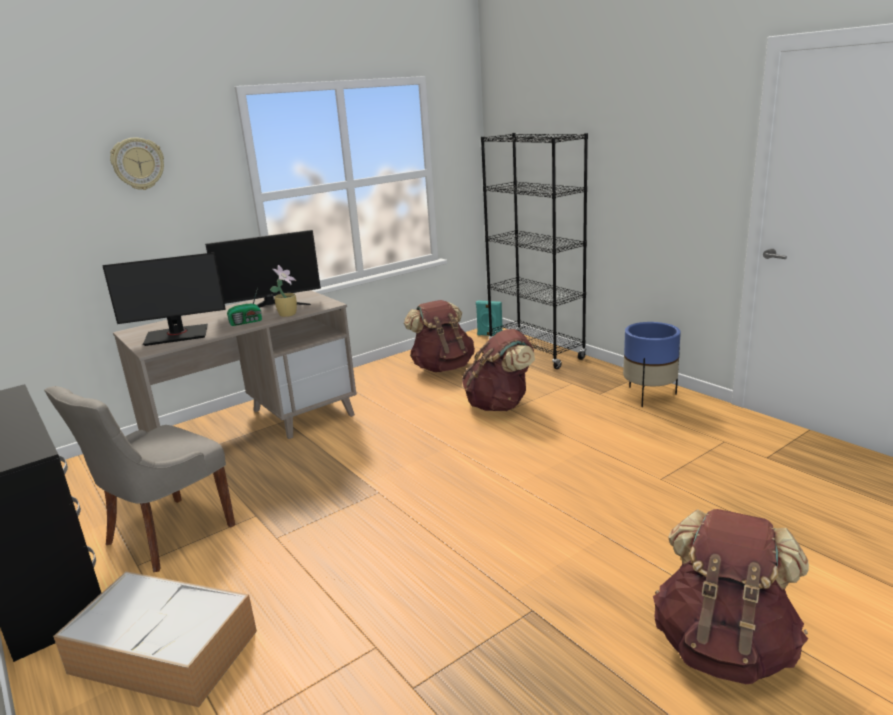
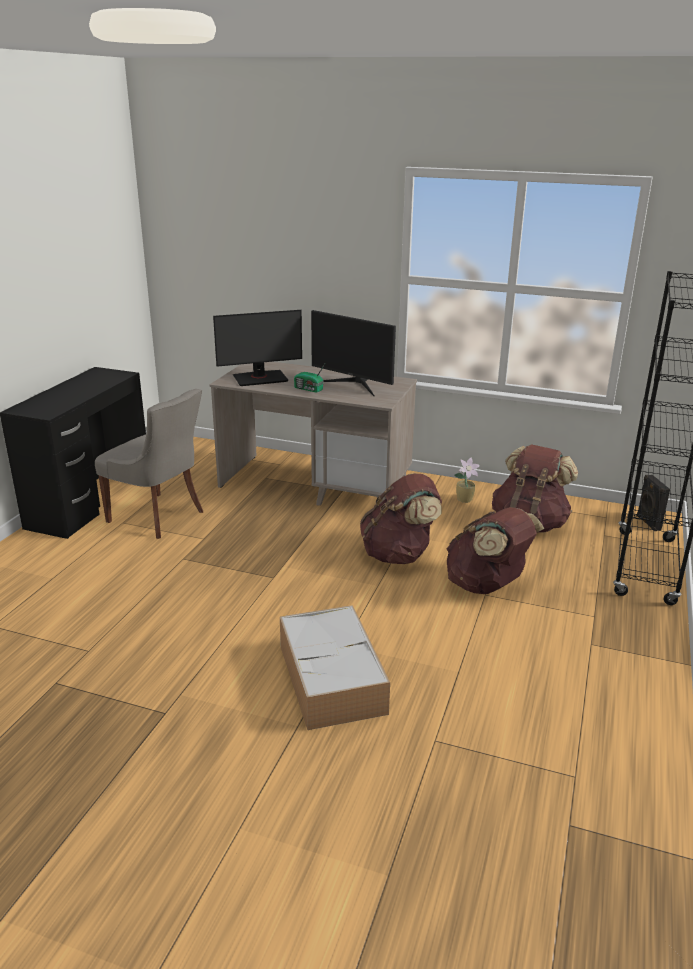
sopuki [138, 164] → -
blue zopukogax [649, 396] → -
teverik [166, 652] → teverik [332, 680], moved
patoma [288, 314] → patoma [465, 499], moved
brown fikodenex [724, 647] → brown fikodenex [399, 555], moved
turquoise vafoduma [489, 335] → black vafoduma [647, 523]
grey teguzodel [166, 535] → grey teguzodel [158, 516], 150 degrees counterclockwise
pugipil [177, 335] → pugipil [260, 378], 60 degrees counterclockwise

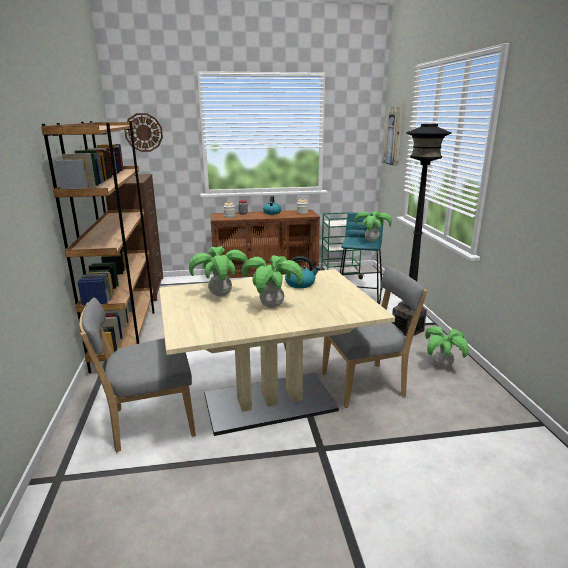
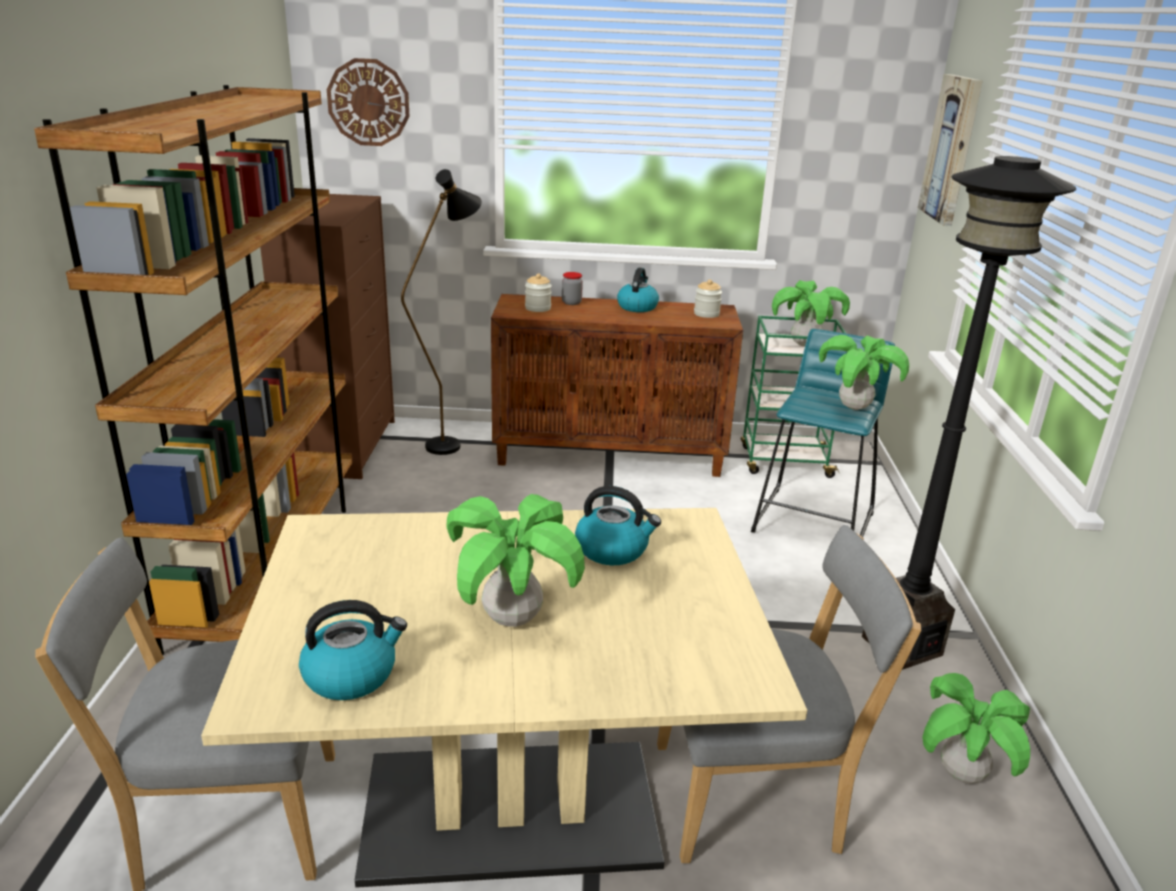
- → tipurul [351, 674]
- → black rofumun [452, 442]
patoma [220, 295] → patoma [804, 344], moved

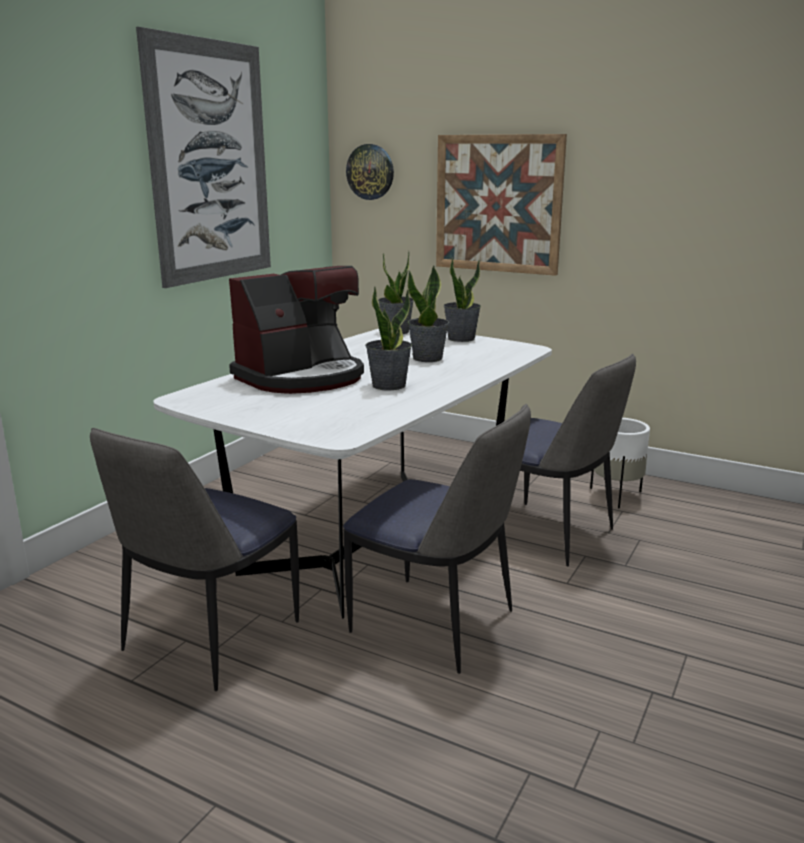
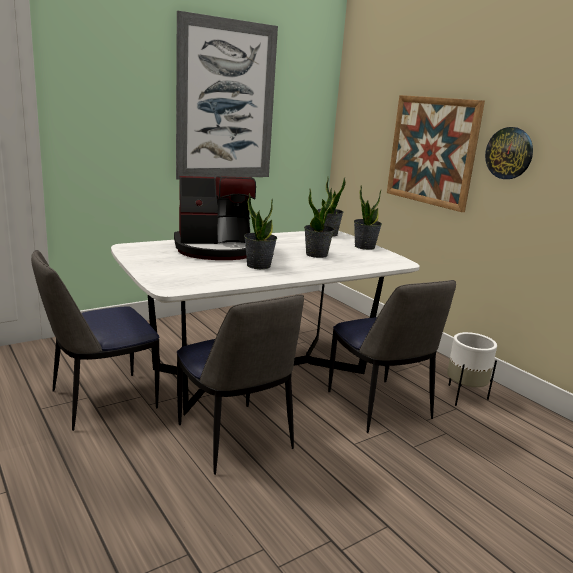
sopuki [370, 172] → sopuki [509, 153], moved

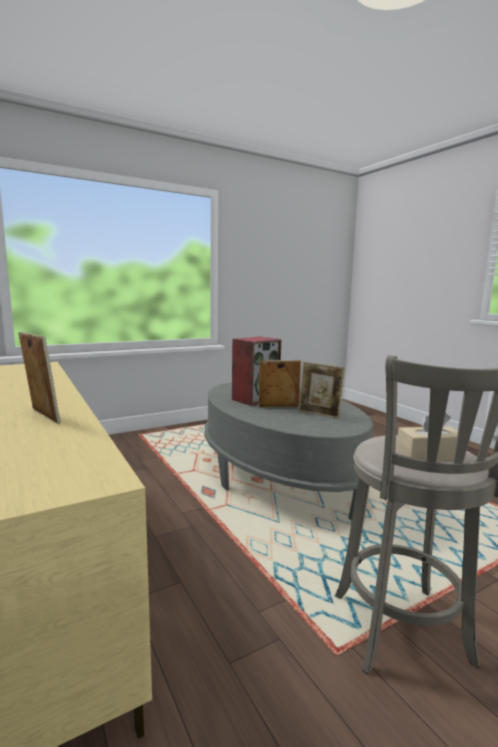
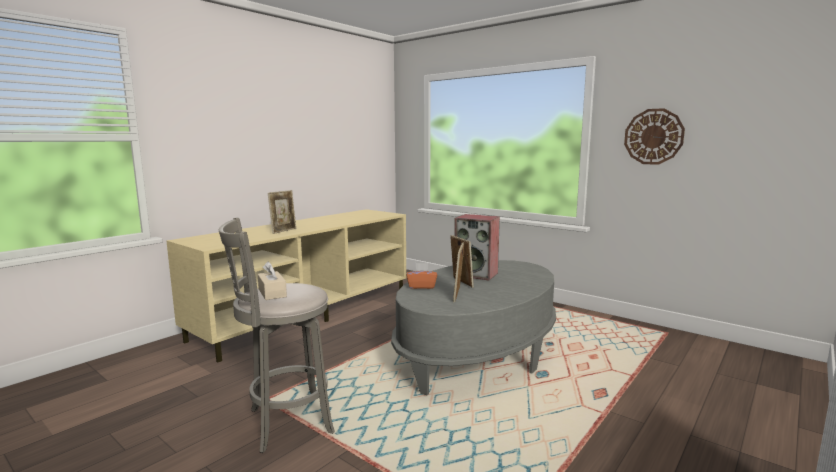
- → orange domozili [421, 286]
- → sopuki [653, 136]

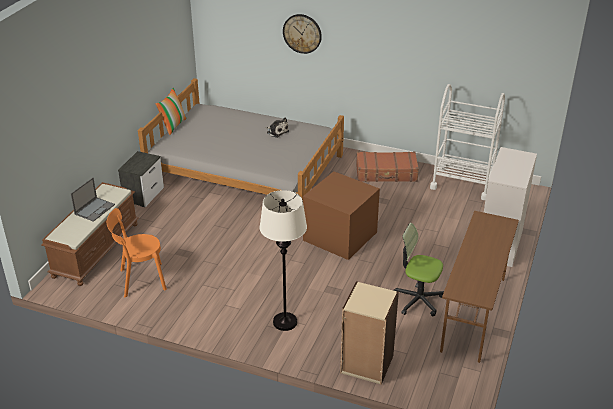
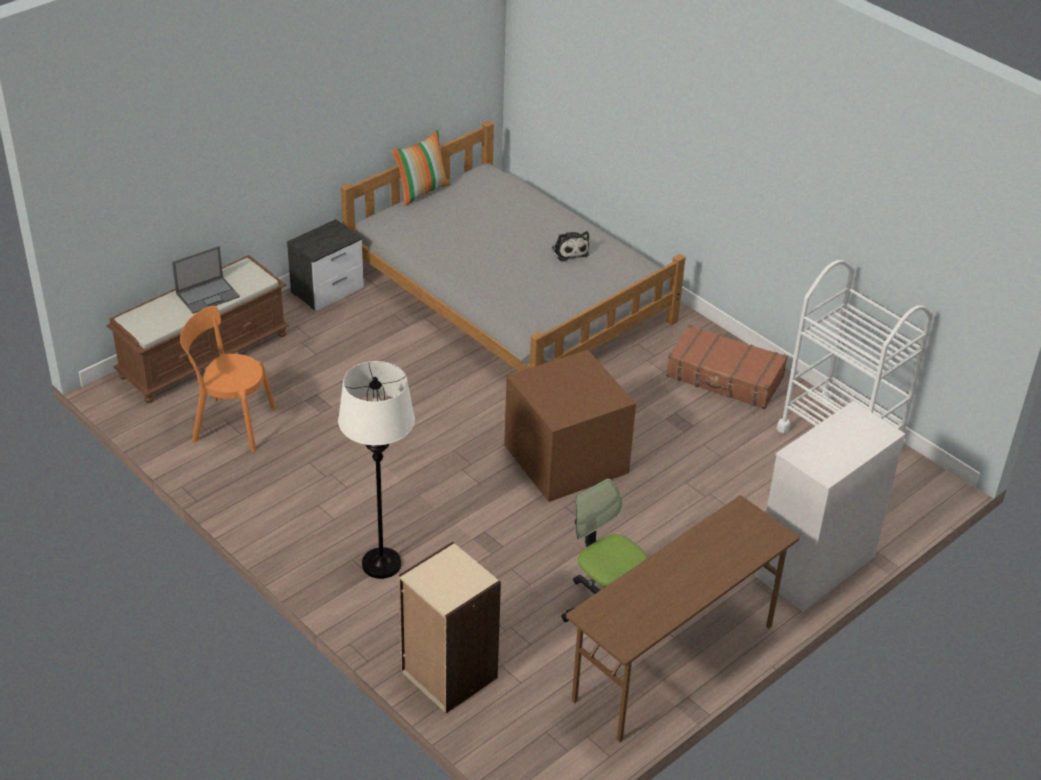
sopuki [302, 33] → -

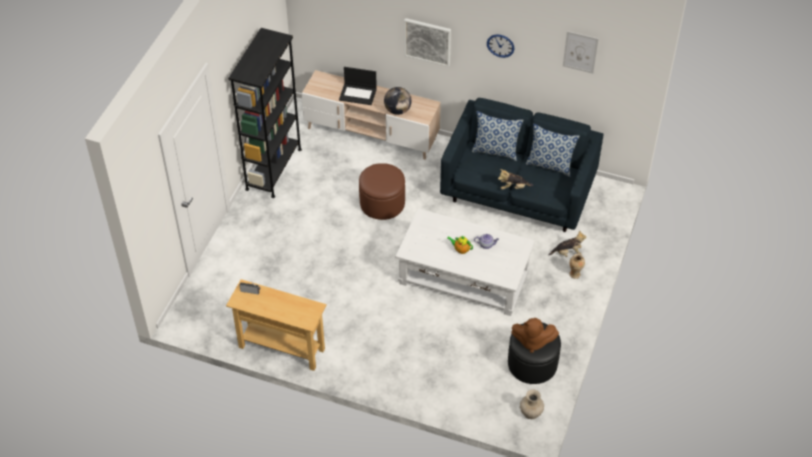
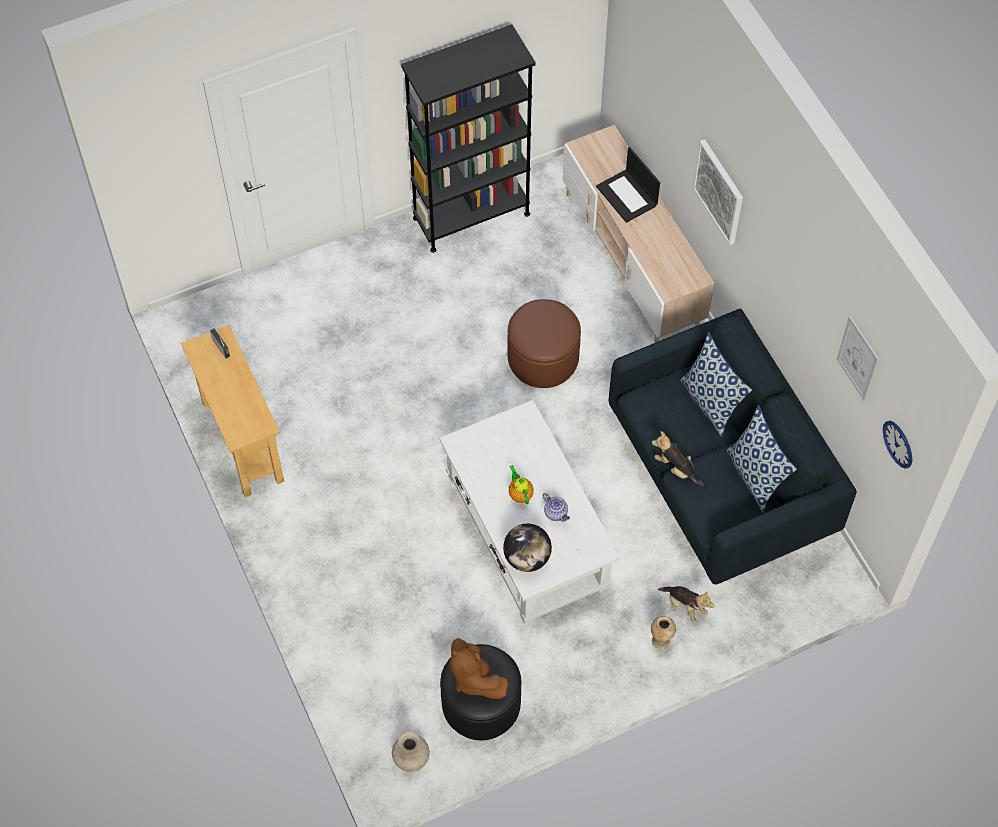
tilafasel [397, 110] → tilafasel [527, 558], moved
sopuki [500, 45] → sopuki [898, 444], moved

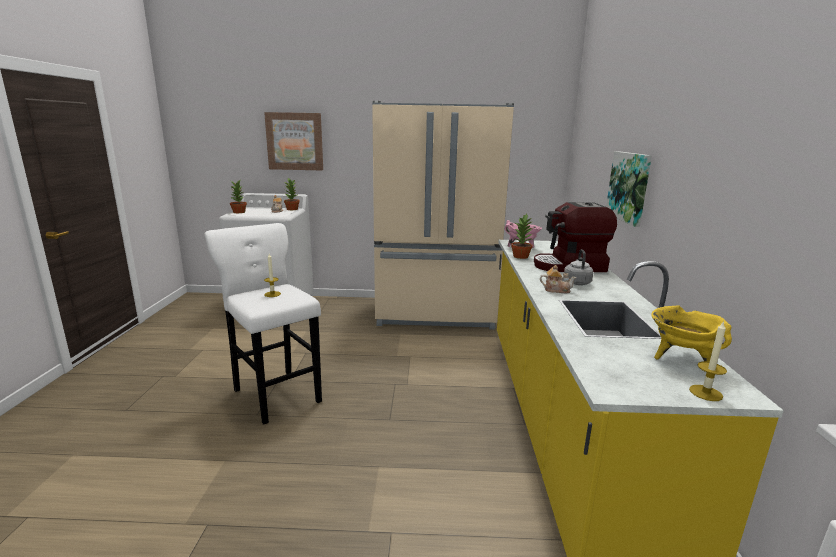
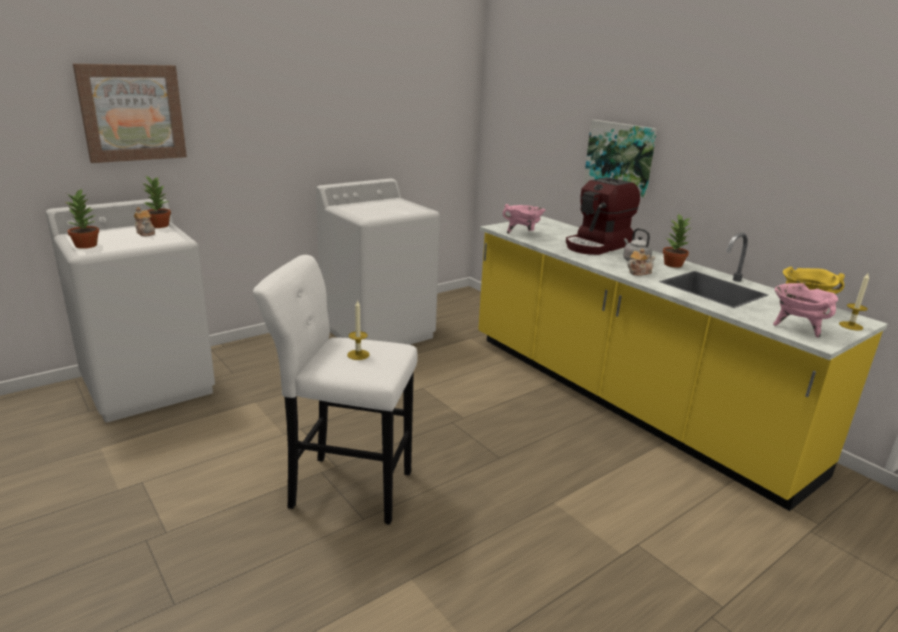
- → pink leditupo [797, 328]
patoma [521, 256] → patoma [673, 264], moved
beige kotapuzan [436, 314] → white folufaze [378, 332]

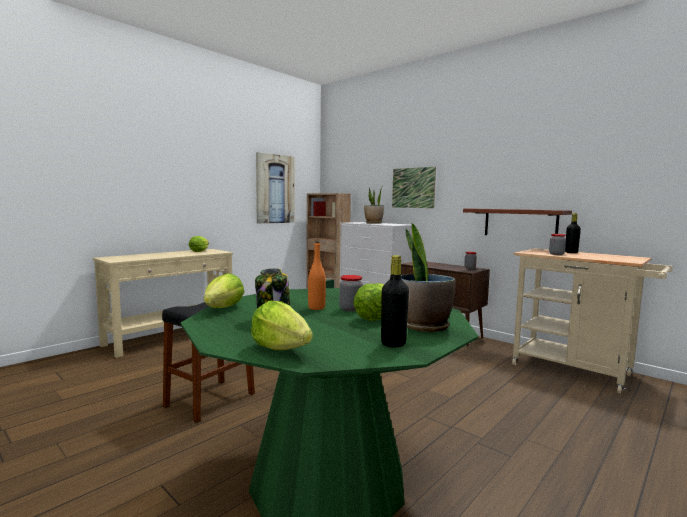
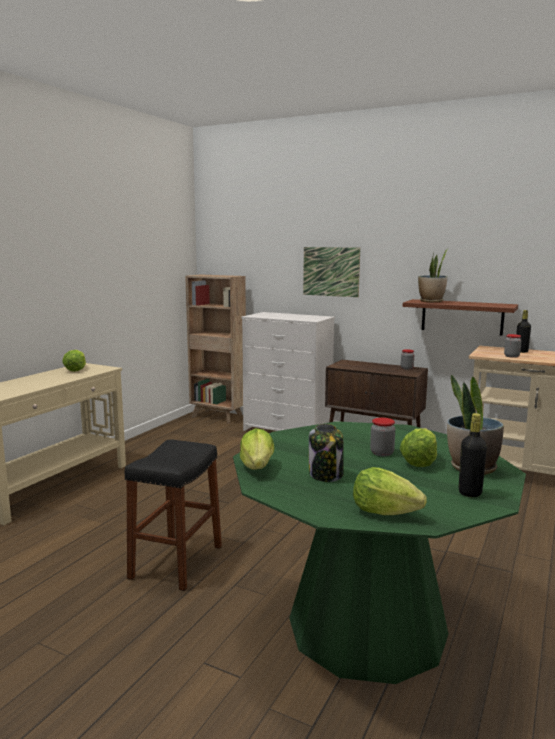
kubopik [274, 189] → -
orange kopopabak [316, 308] → -
patoma [373, 223] → patoma [431, 301], moved

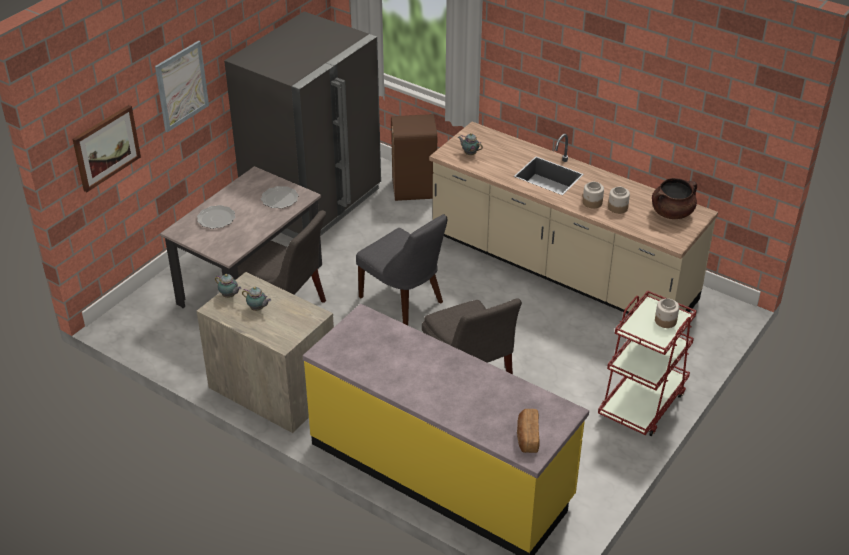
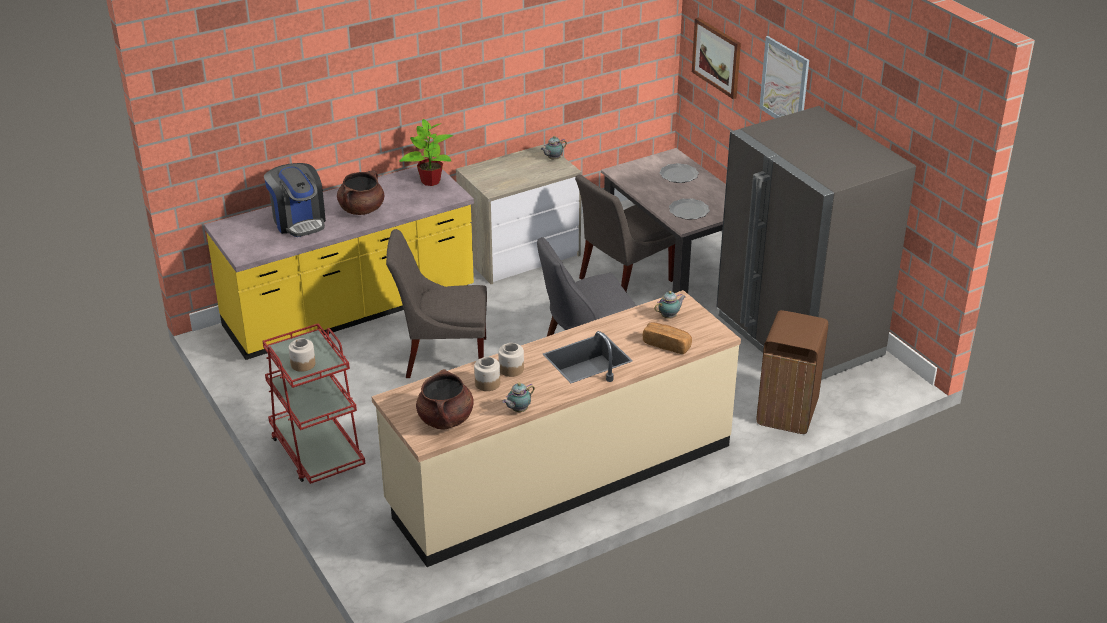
- → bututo [299, 221]
- → brown leditupo [362, 209]
- → patoma [430, 181]
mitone [258, 309] → mitone [518, 410], moved
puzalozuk [527, 437] → puzalozuk [667, 345], moved

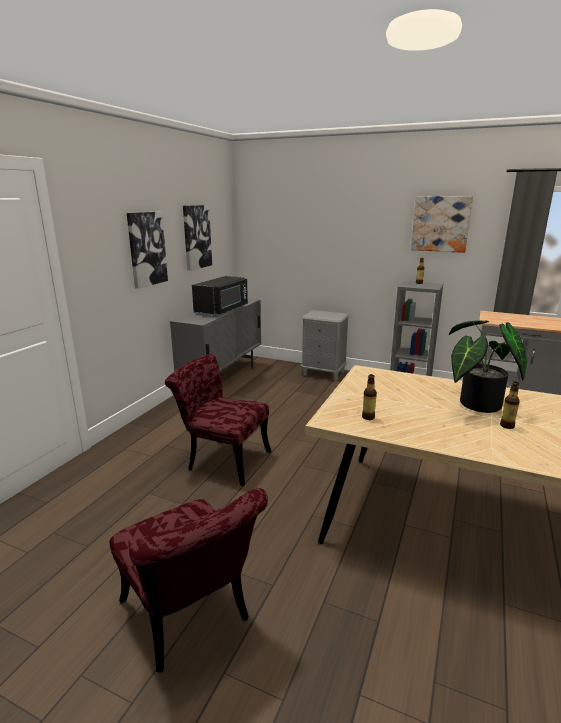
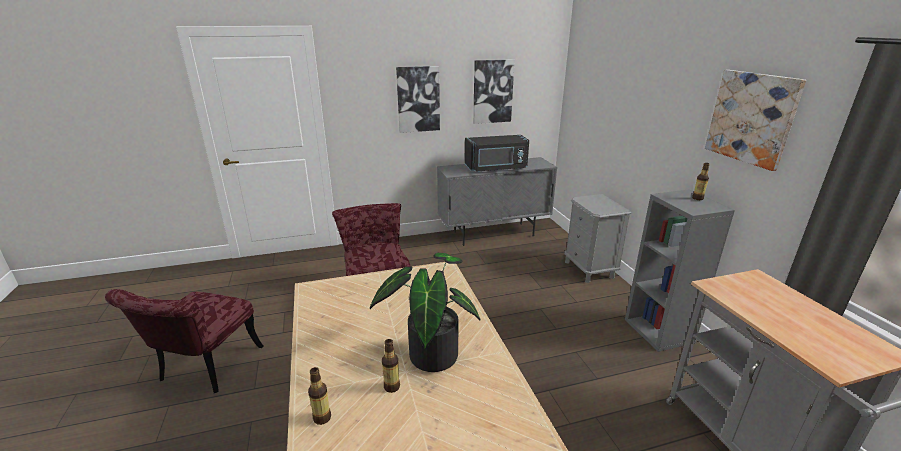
kopopabak [368, 417] → kopopabak [322, 418], moved

